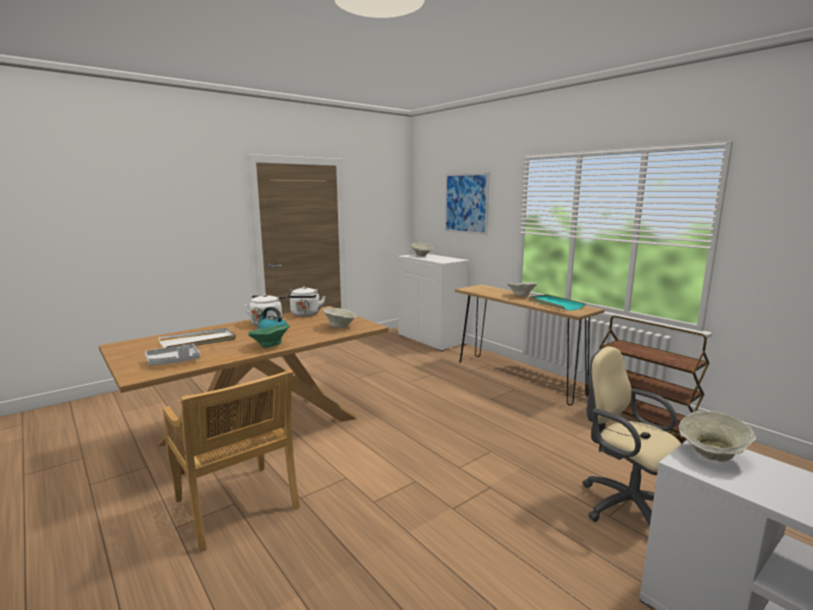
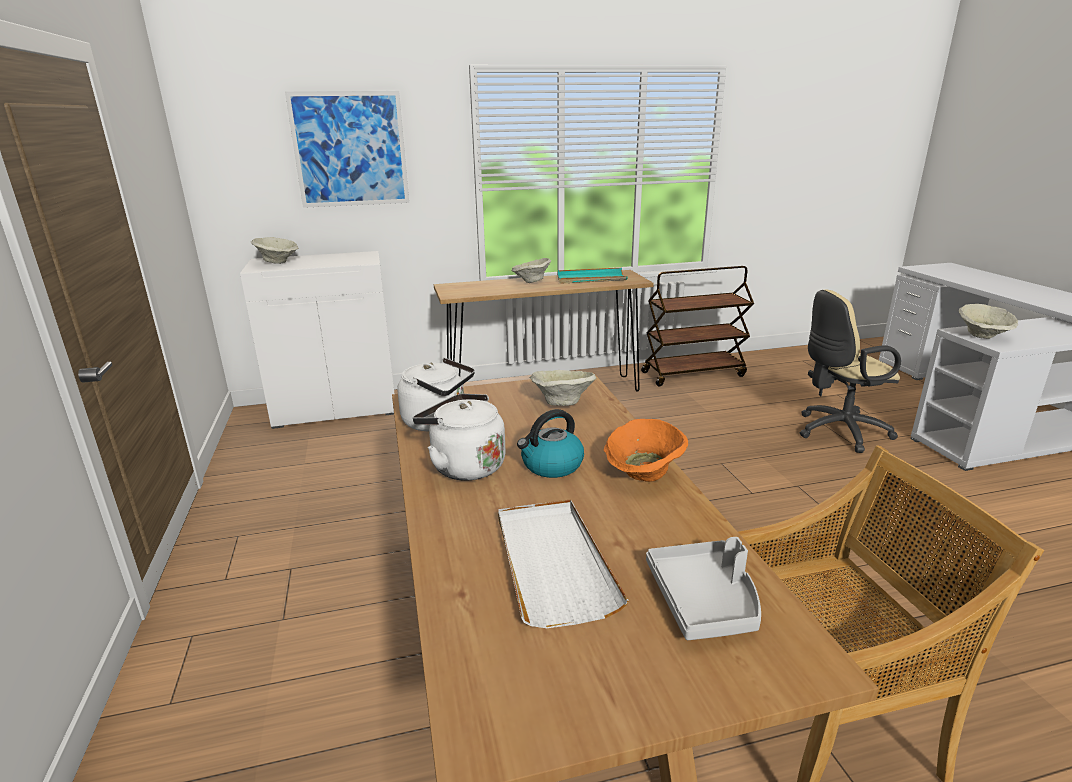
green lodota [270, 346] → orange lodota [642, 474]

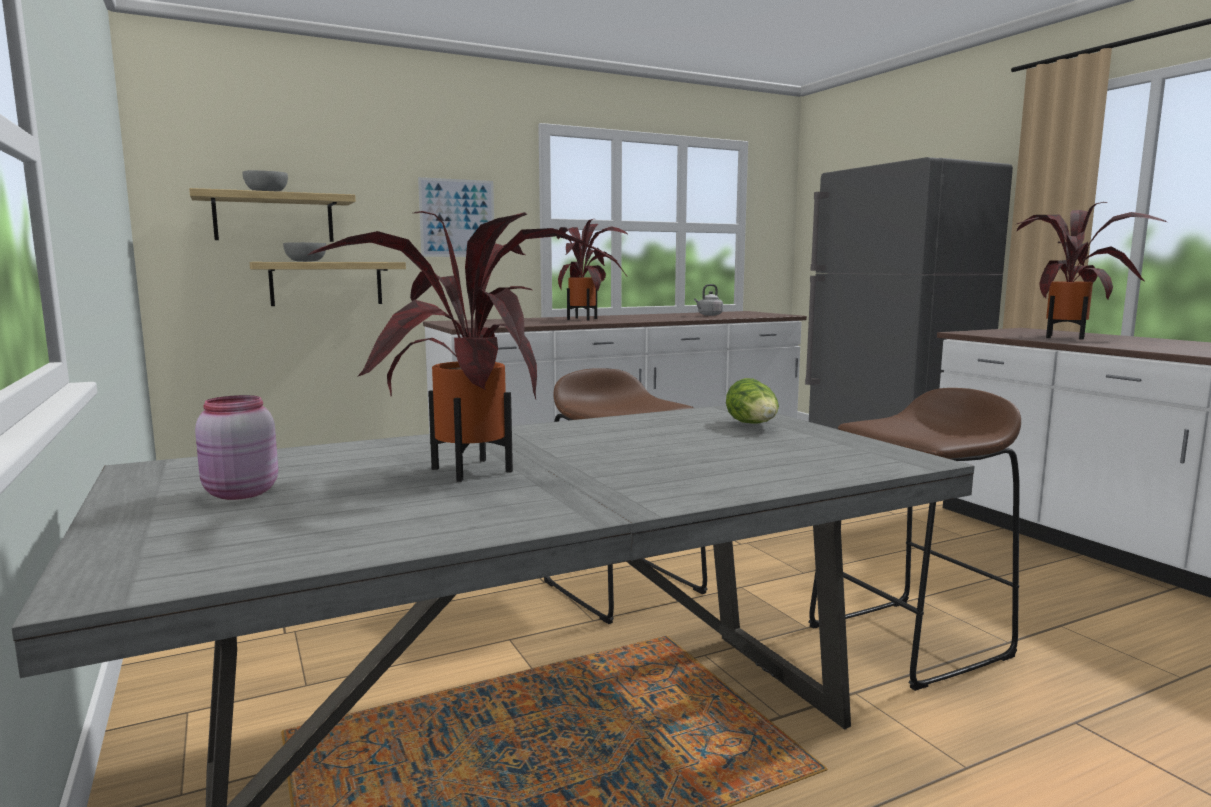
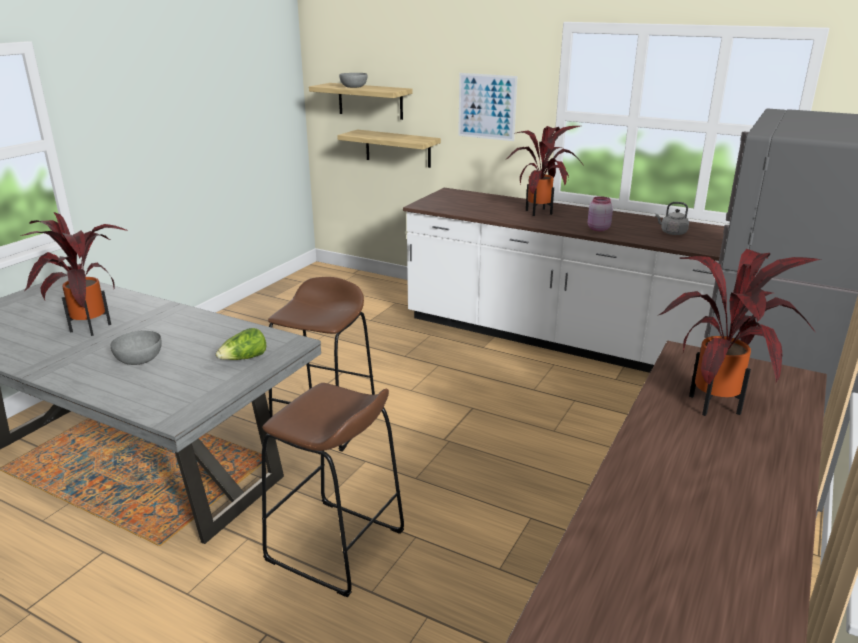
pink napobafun [239, 493] → pink napobafun [597, 229], moved
grey lodota [306, 261] → grey lodota [139, 360], moved

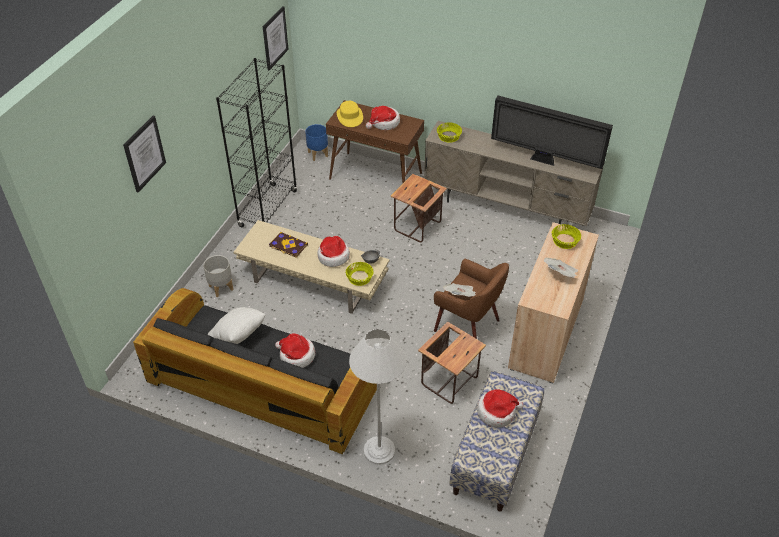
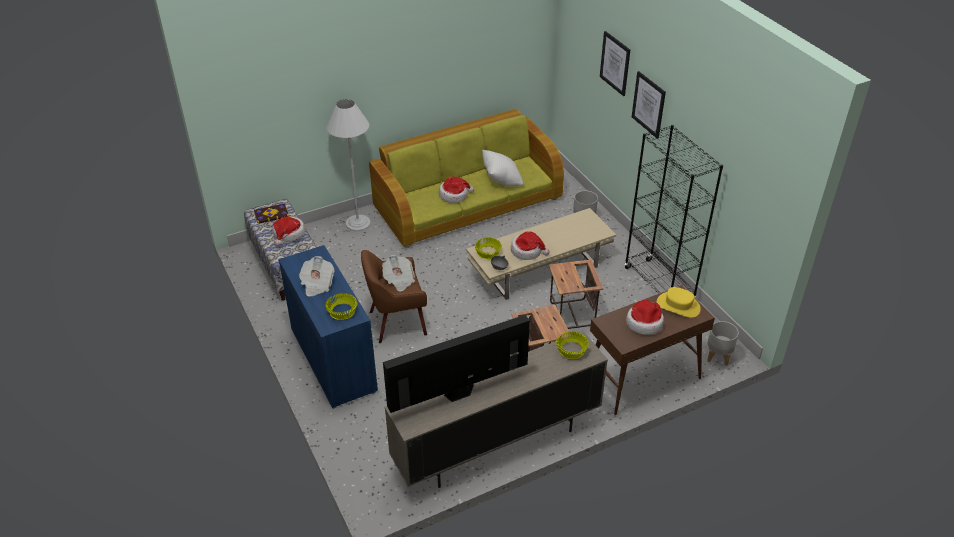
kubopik [275, 38] → kubopik [648, 104], moved
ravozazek [288, 246] → ravozazek [271, 214], moved
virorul [450, 381] → virorul [572, 315], moved
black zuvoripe [263, 385] → green zuvoripe [468, 203]
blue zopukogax [318, 154] → grey zopukogax [717, 356]
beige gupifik [546, 333] → blue gupifik [333, 360]

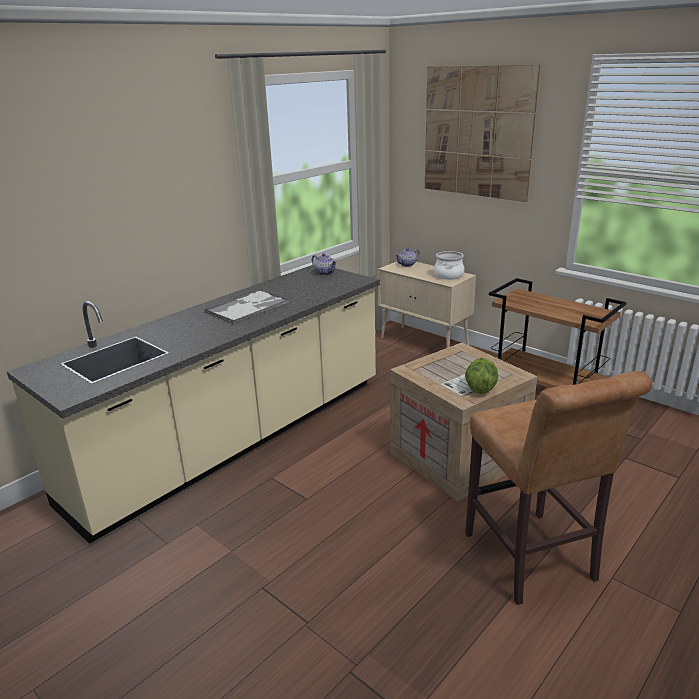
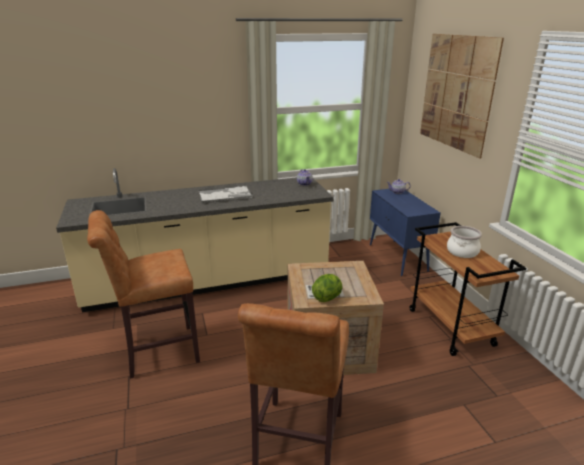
- → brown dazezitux [157, 352]
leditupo [448, 275] → leditupo [462, 251], moved
beige gupifik [424, 343] → blue gupifik [398, 258]

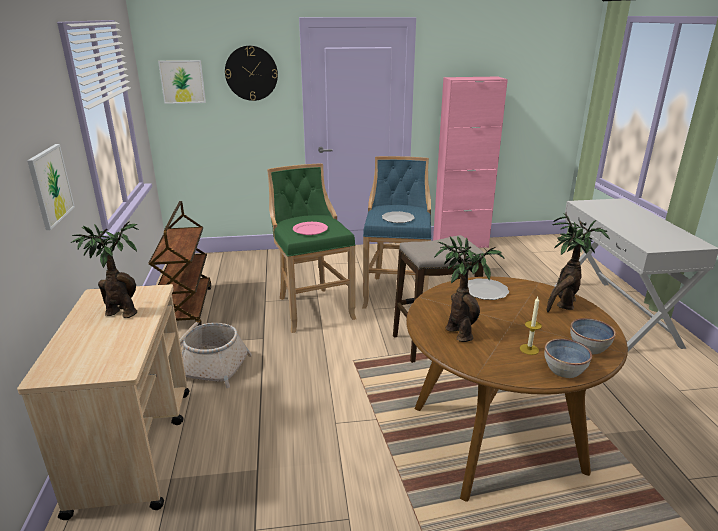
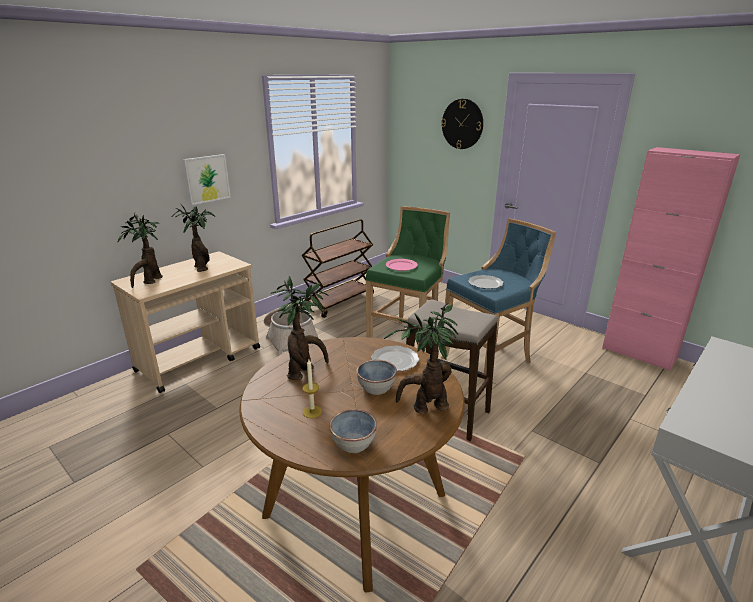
kubopik [182, 81] → -
- → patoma [150, 281]
lodota [563, 370] → lodota [376, 387], moved

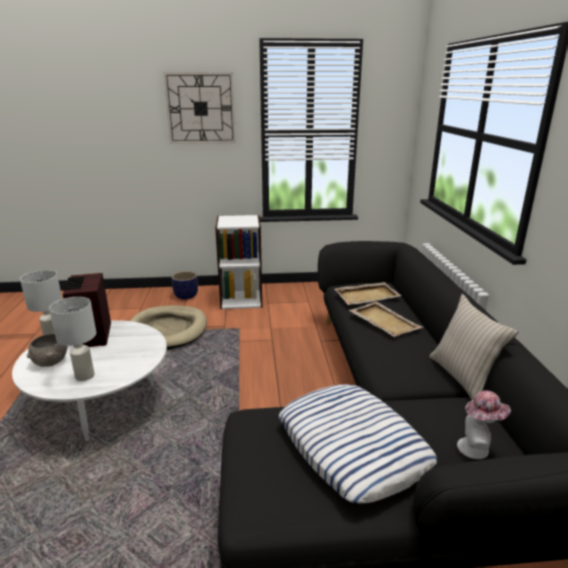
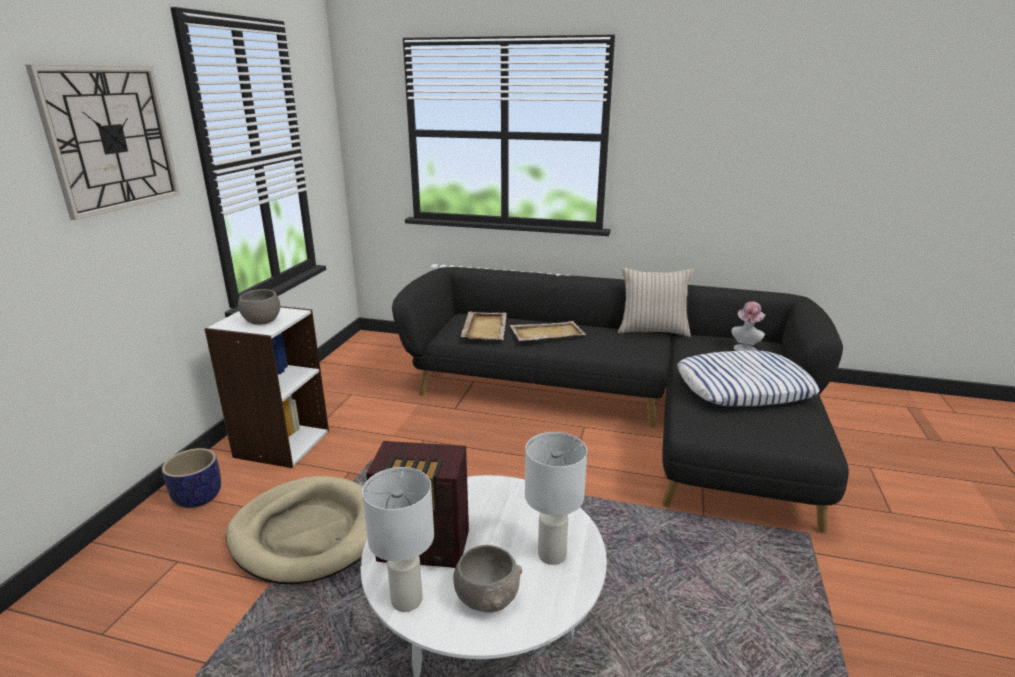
- → grey lodota [262, 320]

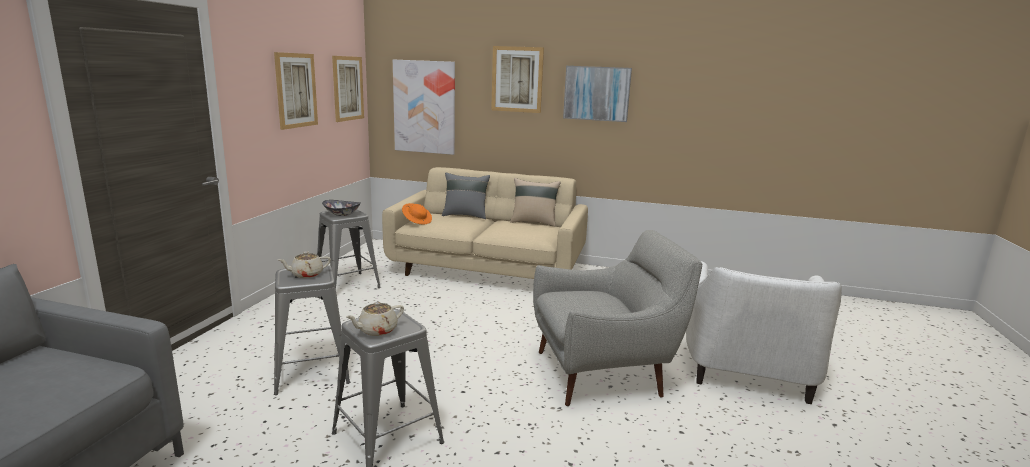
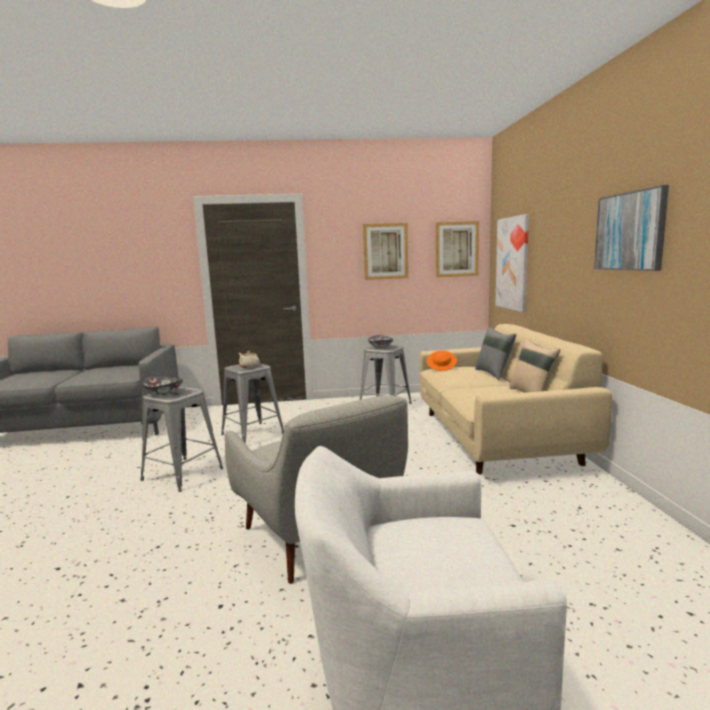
kubopik [517, 79] → -
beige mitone [377, 330] → lodota [164, 393]

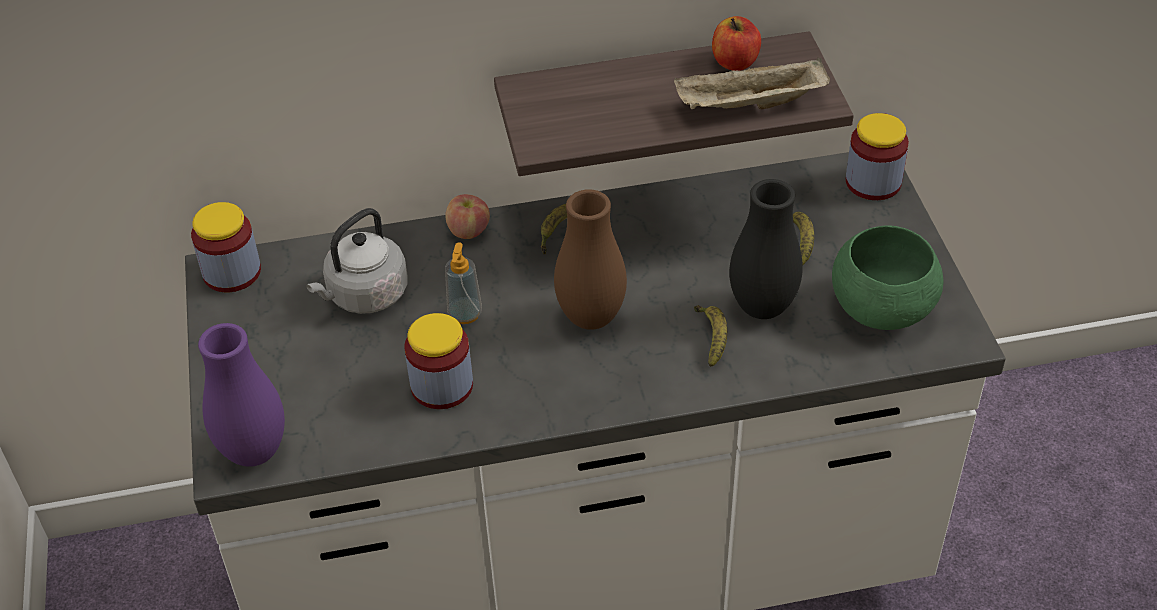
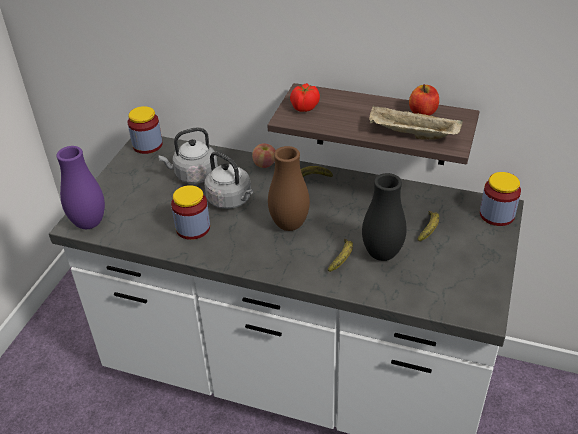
green lodota [880, 309] → -
- → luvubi [304, 108]
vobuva [465, 314] → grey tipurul [231, 200]

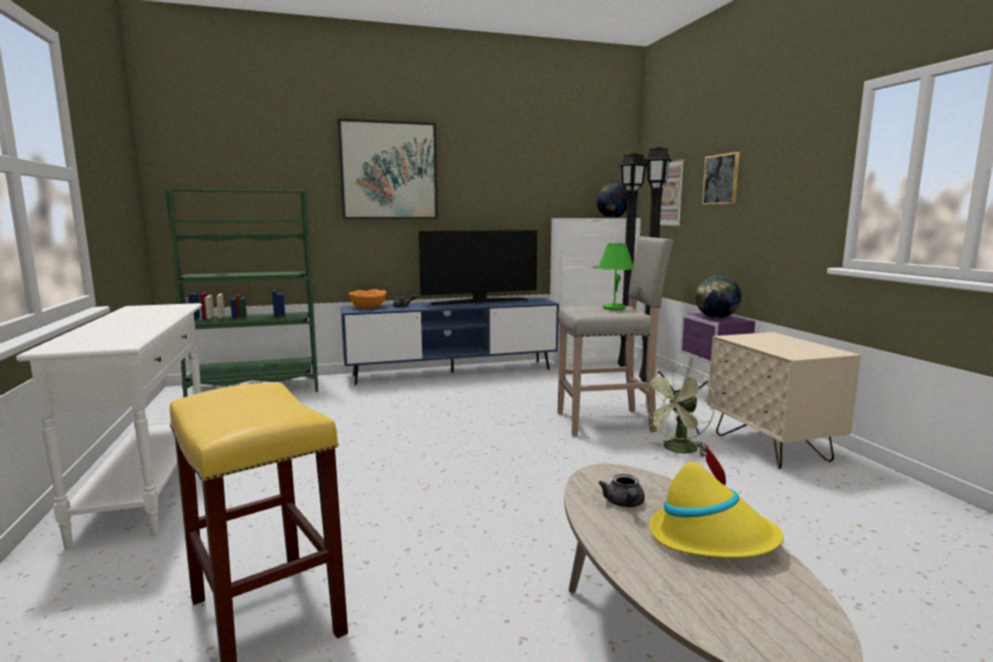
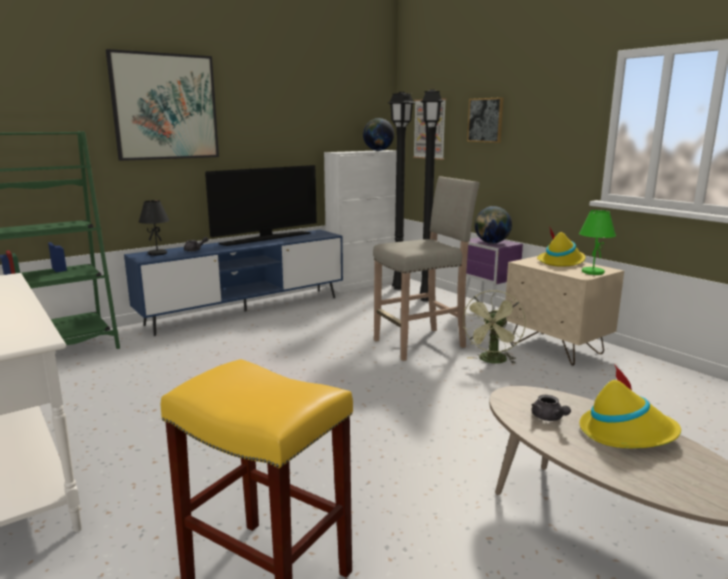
- → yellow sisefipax [561, 261]
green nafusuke [613, 308] → green nafusuke [592, 272], moved
orange lodota [368, 307] → black nafusuke [158, 253]

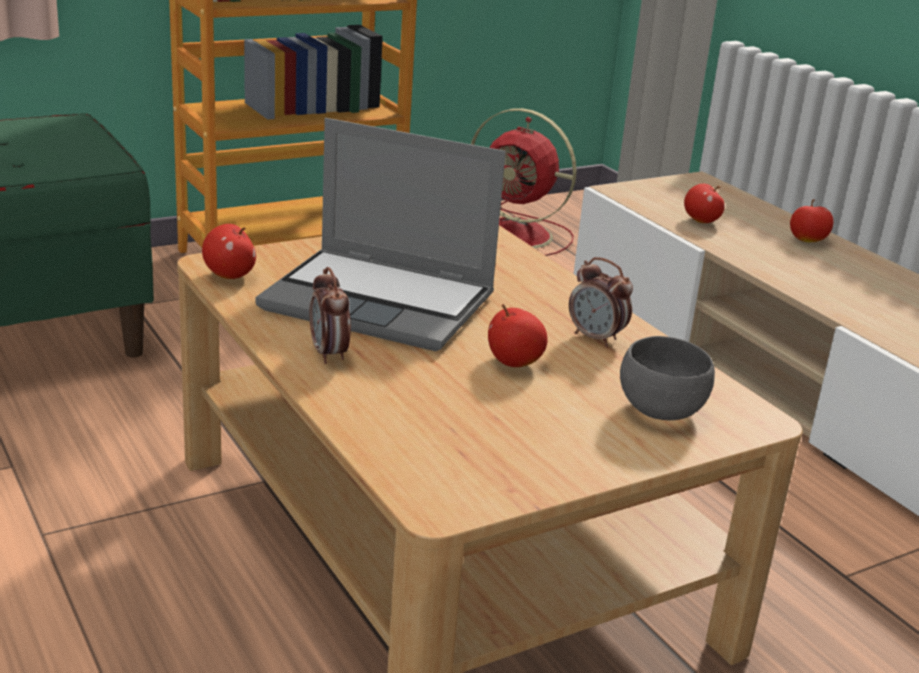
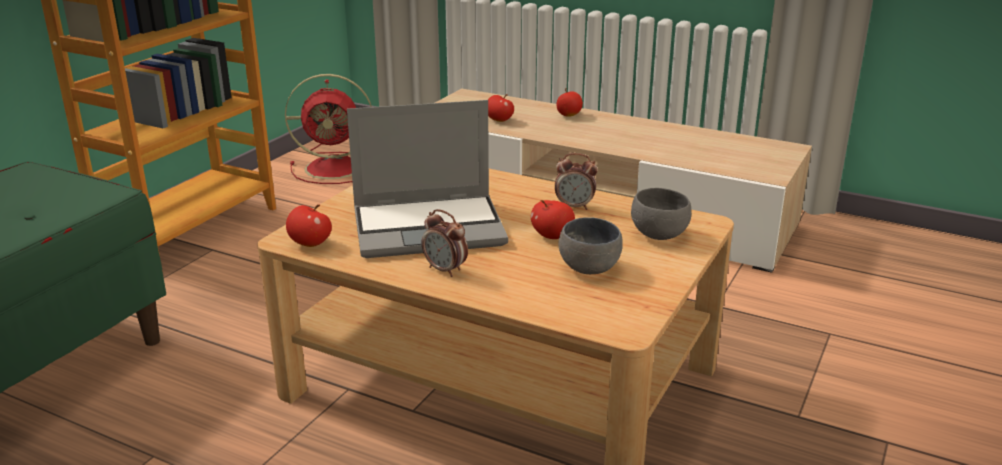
- → grey lodota [591, 269]

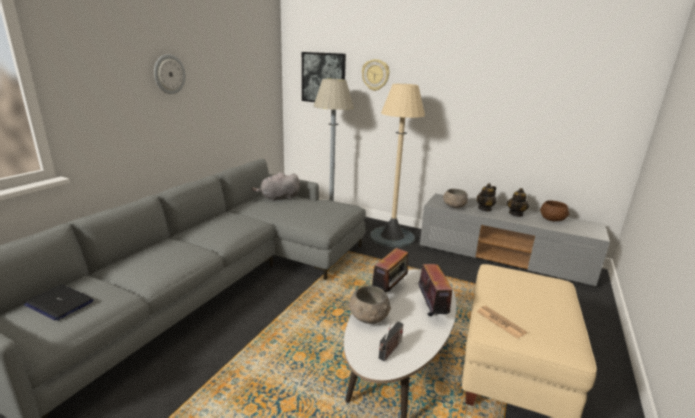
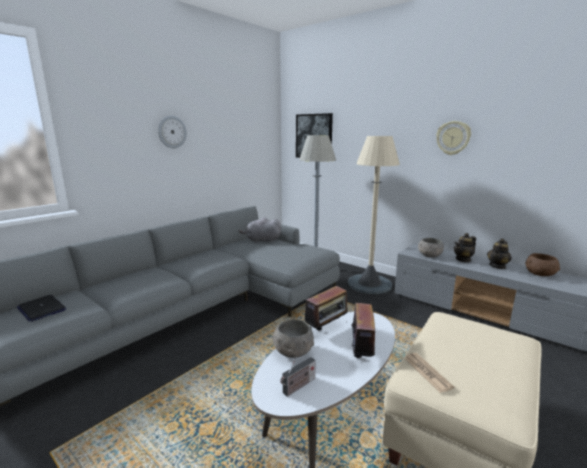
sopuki [375, 75] → sopuki [453, 138], moved

